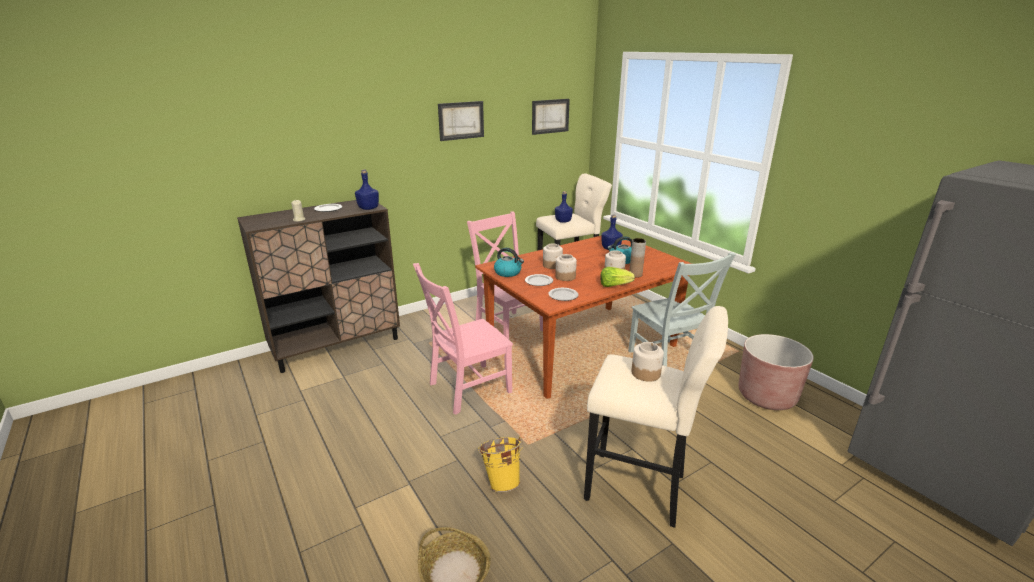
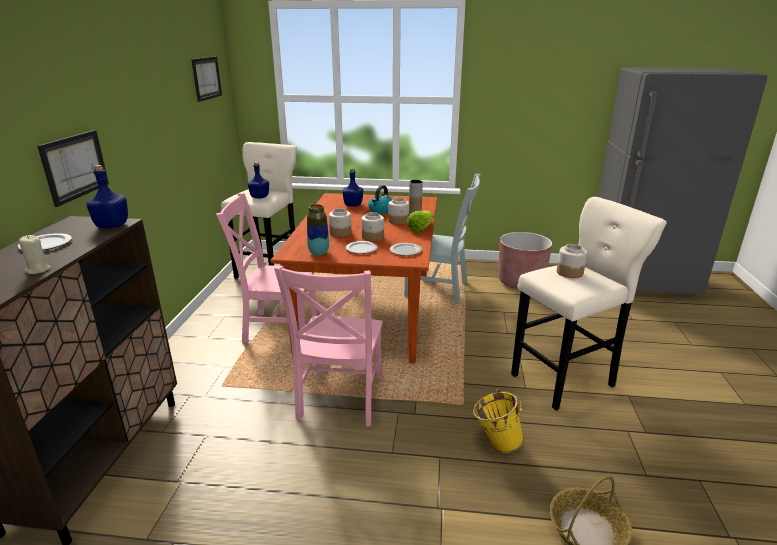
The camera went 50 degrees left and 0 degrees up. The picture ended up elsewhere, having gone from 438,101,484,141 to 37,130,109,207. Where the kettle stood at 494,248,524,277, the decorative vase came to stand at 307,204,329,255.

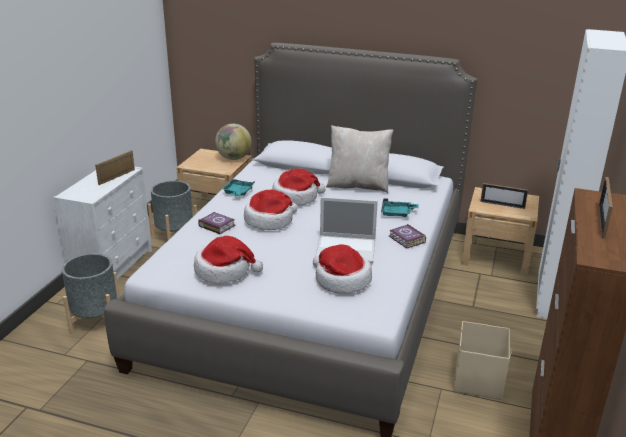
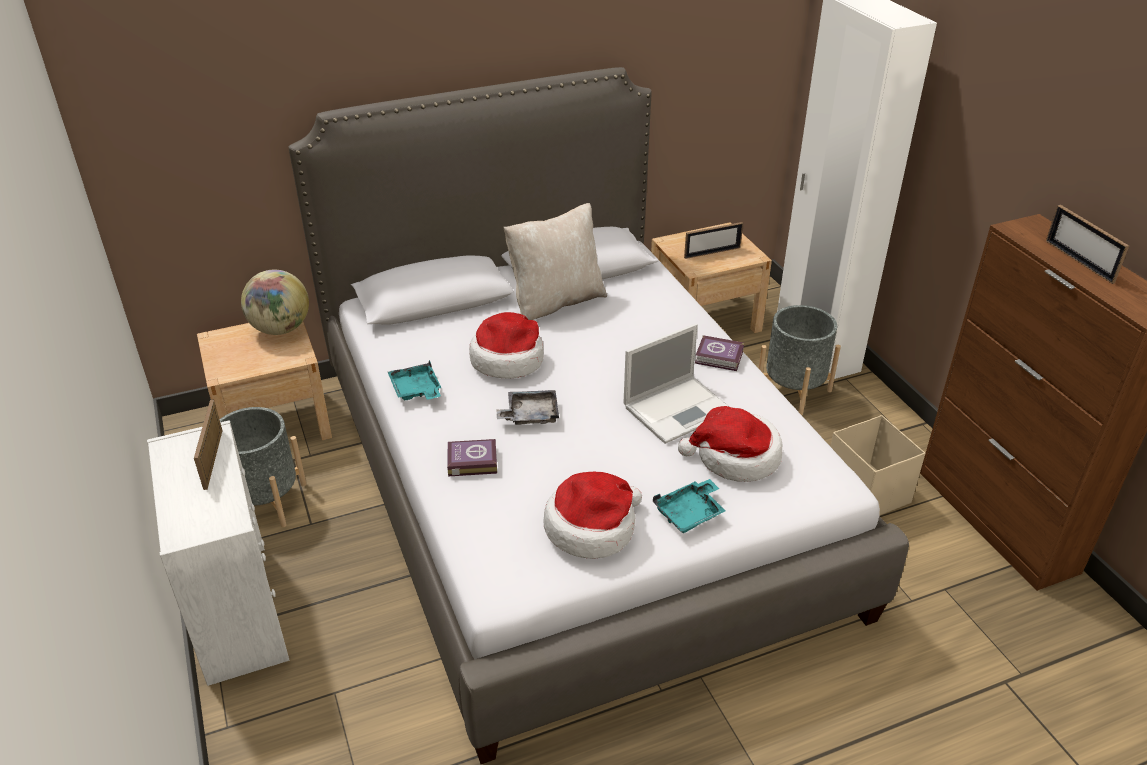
The camera went 40 degrees left and 10 degrees up. Where the hat stood at 244,190,298,230, the tray/grey came to stand at 496,390,559,425. The tray/blue-green ended up elsewhere, having gone from 381,198,419,217 to 653,479,726,533. The planter/grey ended up elsewhere, having gone from 62,253,120,334 to 758,305,841,415.

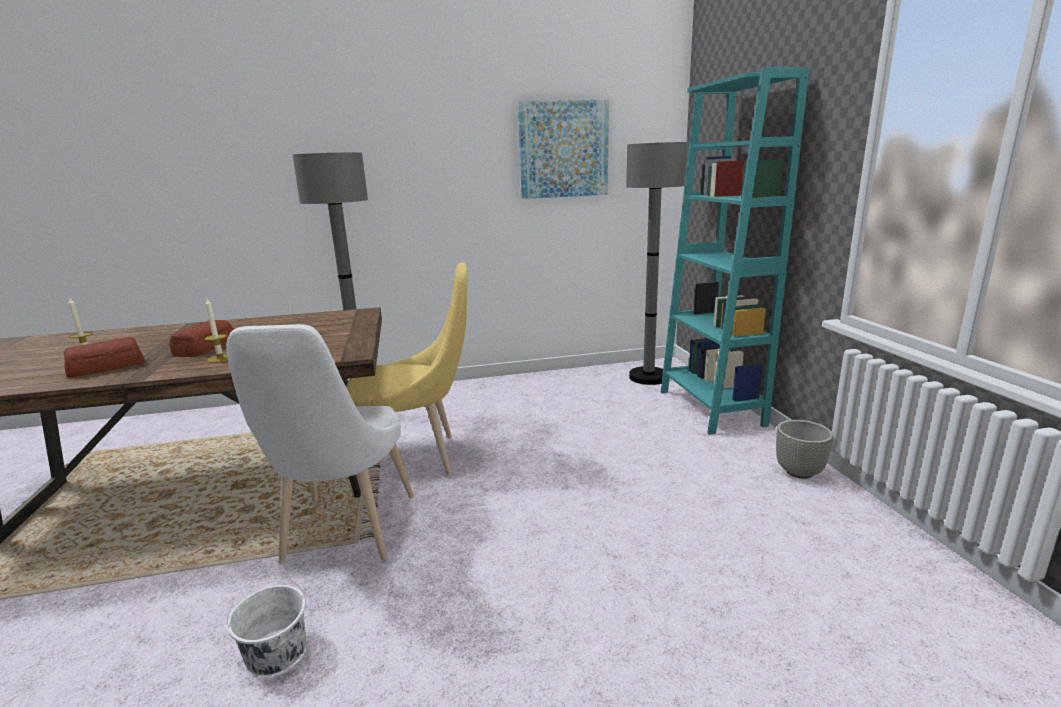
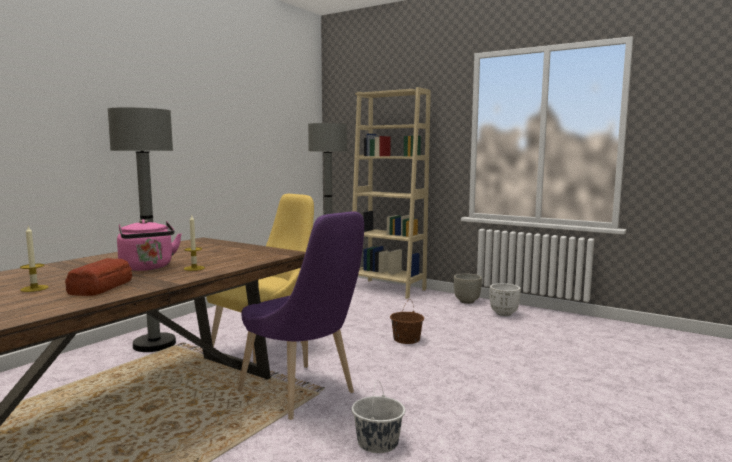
The camera went 45 degrees left and 10 degrees down. Where the baked bread stood at 169,320,234,357, the kettle/pinkish came to stand at 117,219,182,271. What was the plain chair/whitish at 226,324,414,564 turned into the plain chair/purplish at 238,211,364,420. What was the shelving unit/blue-green at 661,67,809,435 turned into the shelving unit/sand-coloured at 352,87,431,299. The second view gained the pail/brown-coloured at 390,299,424,344. The second view gained the planter/whitish at 489,283,521,316. The second view lost the picture at 518,99,609,199.

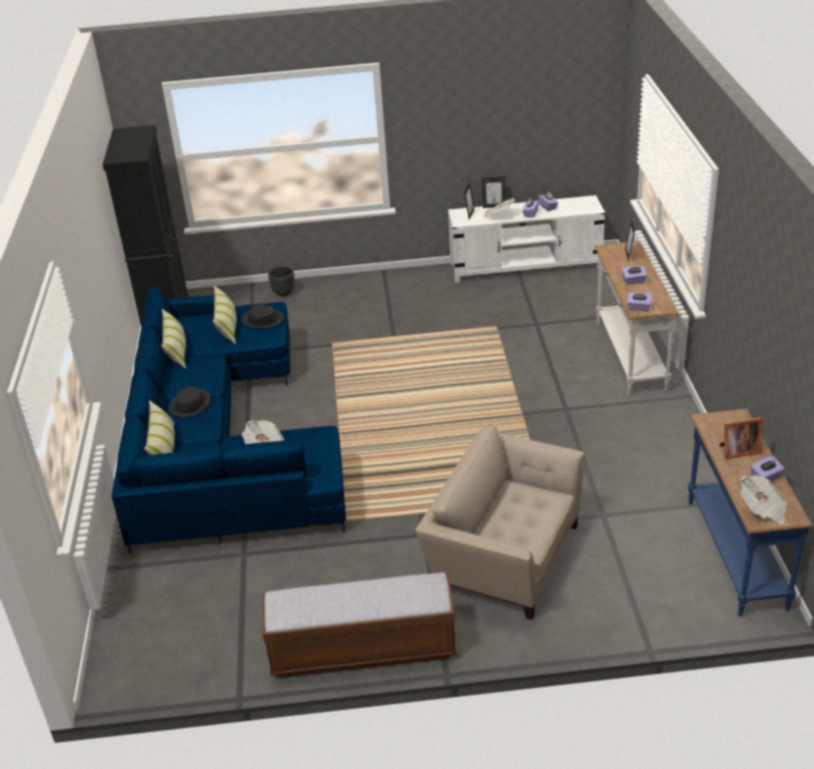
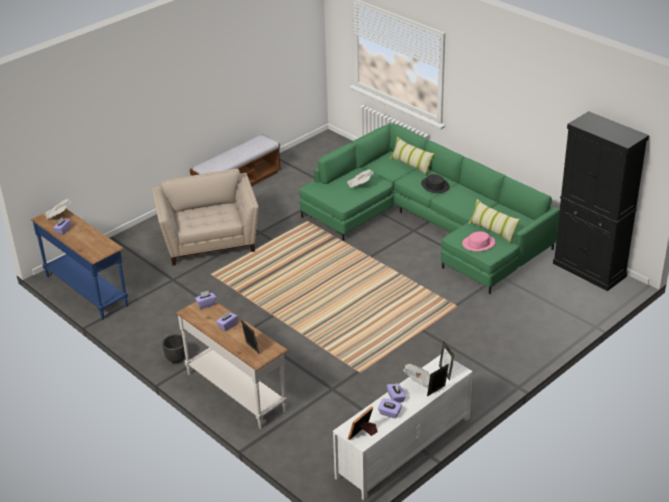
The camera went 140 degrees right and 0 degrees up. The lounge chair/sand-coloured at 415,426,584,620 ended up facing another way, 90 degrees counterclockwise from before. The planter/black ended up elsewhere, having gone from 268,266,295,296 to 162,334,185,363. What was the couch/bluish at 111,287,346,553 turned into the couch/greenish at 299,123,560,294. The standing frame ended up elsewhere, having gone from 720,417,762,459 to 348,406,377,440. What was the hat/black at 241,305,284,329 turned into the hat/pinkish at 462,231,496,251. The second view lost the cushion at 162,309,186,369.

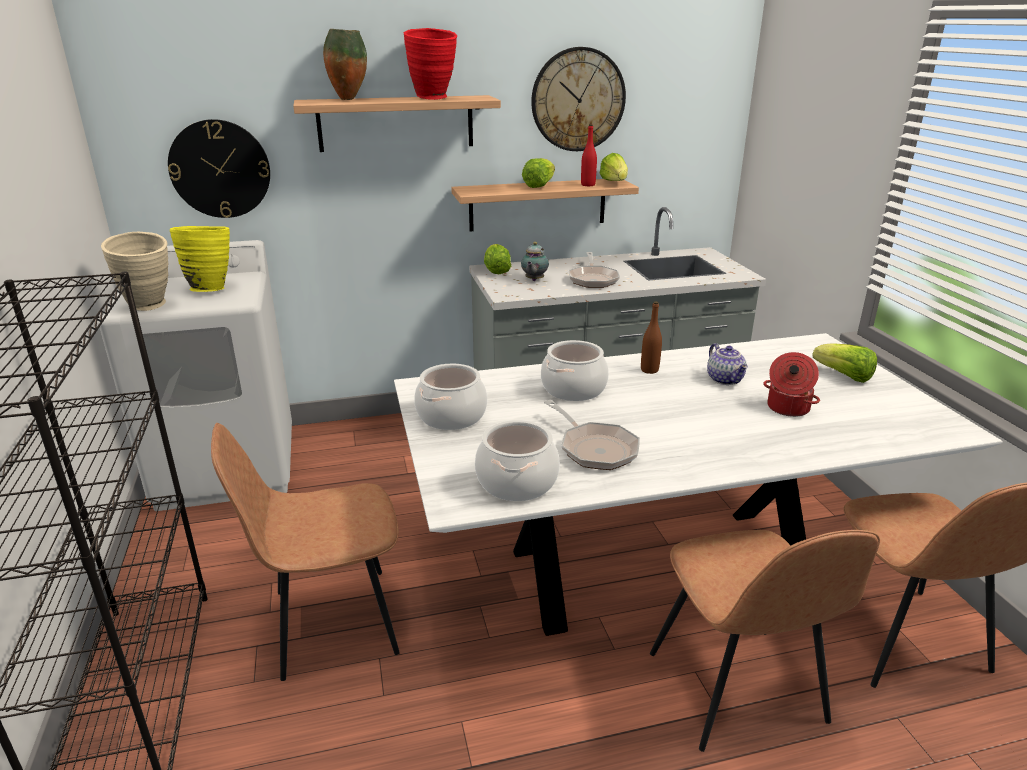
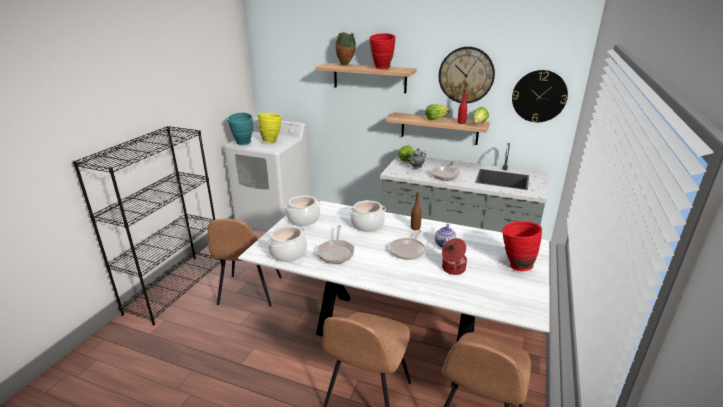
The camera went 35 degrees right and 0 degrees up. The plain chair/brown-coloured at 211,423,400,681 ended up facing another way, 105 degrees counterclockwise from before. What was the decorative vase/sand-coloured at 101,232,169,311 turned into the decorative vase/blue-green at 228,113,253,145. The second view gained the pan at 389,230,425,260. Where the lettuce stood at 812,343,877,383, the decorative vase/red-coloured came to stand at 502,221,542,271. The hanging clock ended up elsewhere, having gone from 168,119,270,218 to 512,70,568,122.

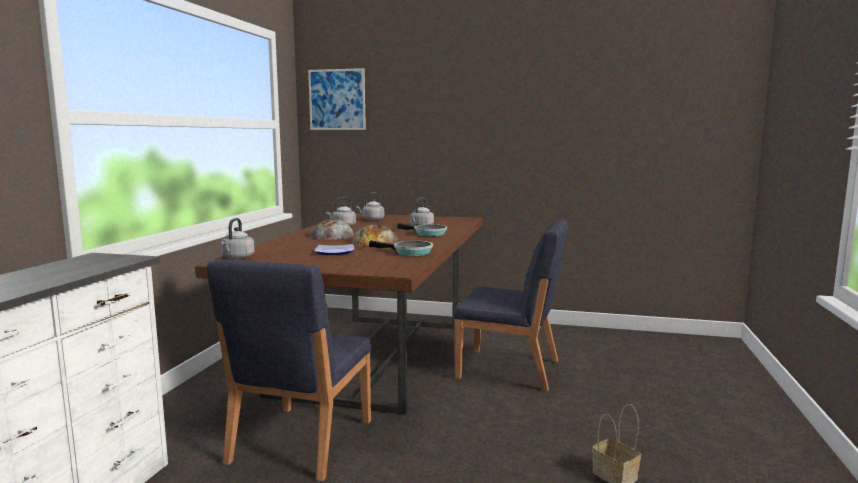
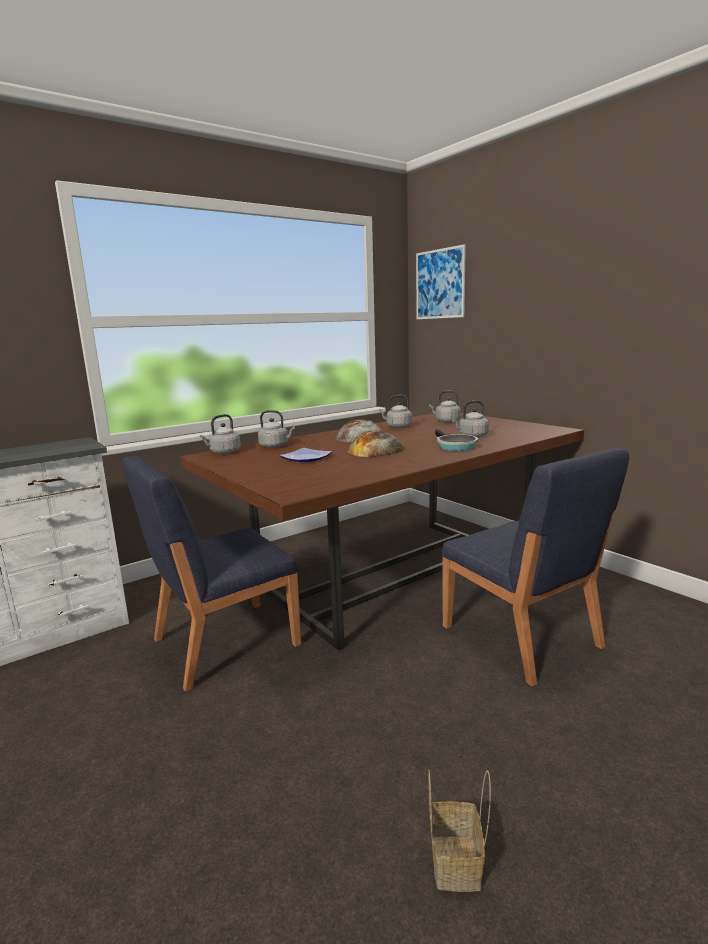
The camera went 40 degrees right and 5 degrees up. The second view gained the kettle/grey at 258,410,295,448. The second view lost the pan at 369,240,433,256.

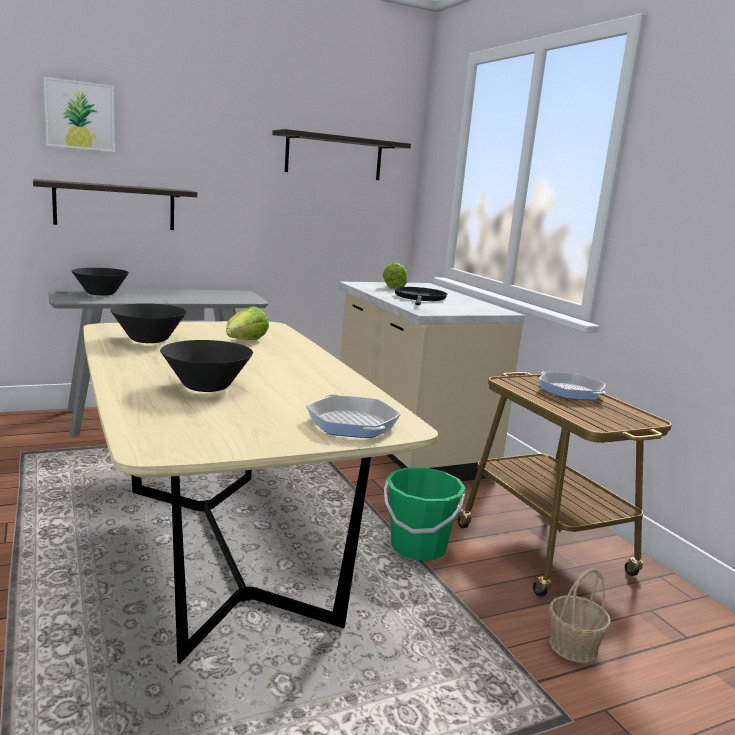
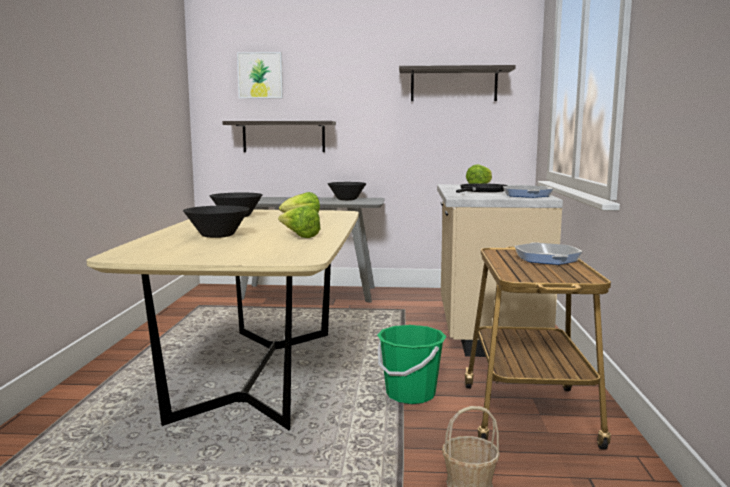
The camera went 30 degrees right and 5 degrees down. The second view gained the lettuce at 278,206,321,238. The serving bowl/black ended up elsewhere, having gone from 72,268,129,296 to 328,182,367,200. The pan ended up elsewhere, having gone from 306,394,401,438 to 503,185,553,198.

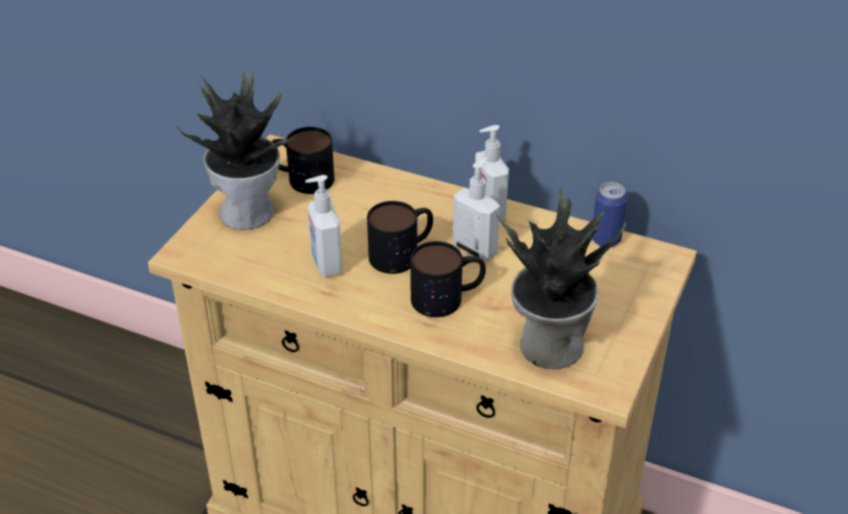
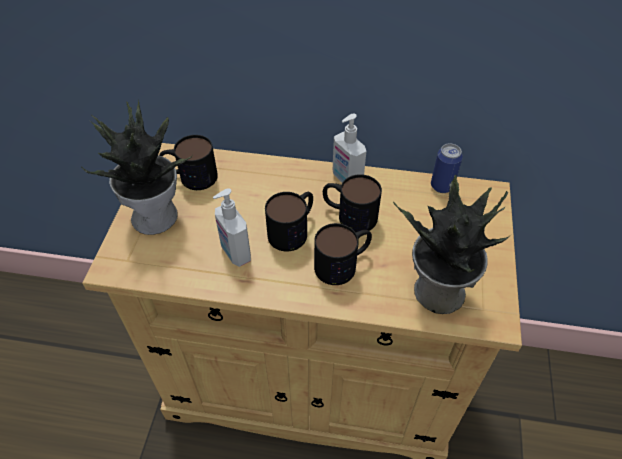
The camera went 15 degrees left and 10 degrees up. Where the liquid soap bottle stood at 453,157,500,261, the coffee mug came to stand at 323,174,382,232.

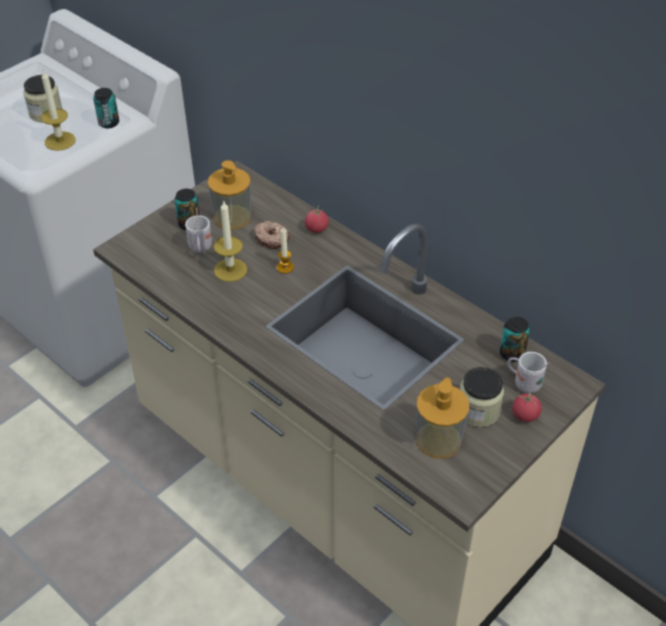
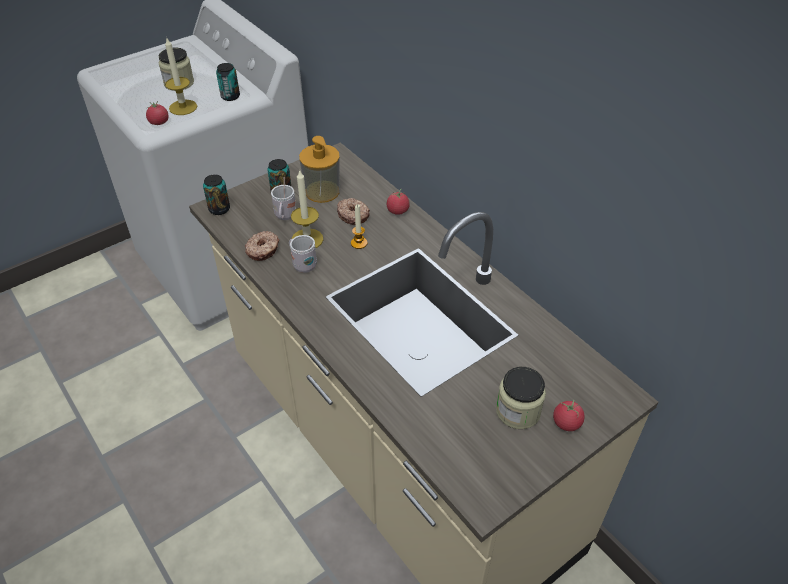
The camera went 10 degrees right and 0 degrees up. The second view gained the tomato at 146,101,169,125. The metal can ended up elsewhere, having gone from 500,317,530,362 to 203,175,230,215. The second view gained the ring doughnut at 245,231,279,261. The coffee mug/whitish ended up elsewhere, having gone from 507,352,550,393 to 289,235,317,273. The second view lost the liquid soap bottle at 416,378,469,459.

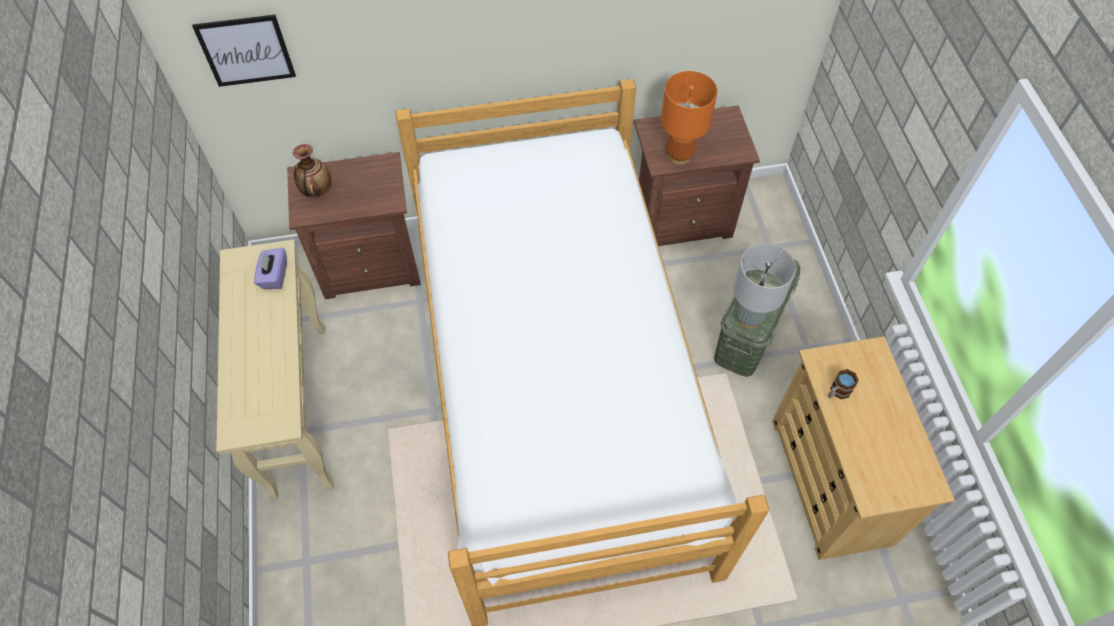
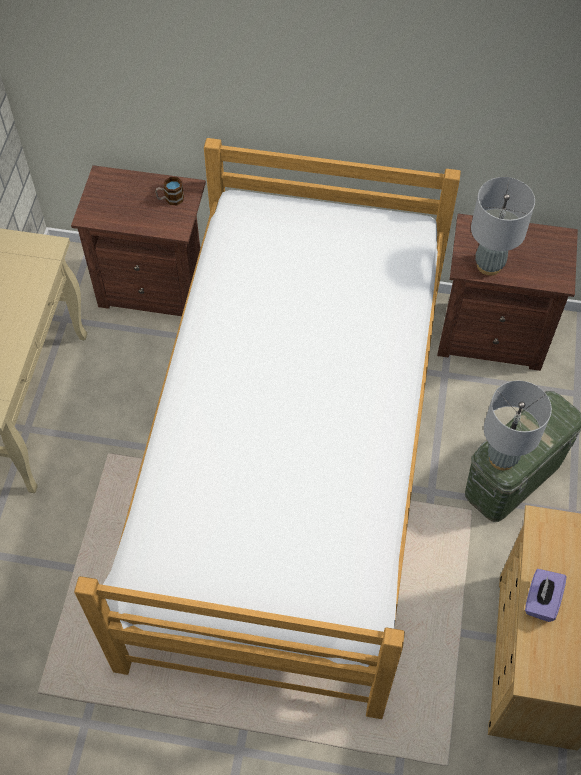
The camera went 20 degrees right and 0 degrees up. The coffee mug ended up elsewhere, having gone from 828,369,859,399 to 155,177,184,205. What was the table lamp/orangey at 661,71,717,165 turned into the table lamp/grey at 471,177,535,275. The tissue box/purplish ended up elsewhere, having gone from 254,248,287,289 to 525,569,566,622. The second view lost the picture at 192,15,296,87. The second view lost the decorative vase at 293,144,332,198.

